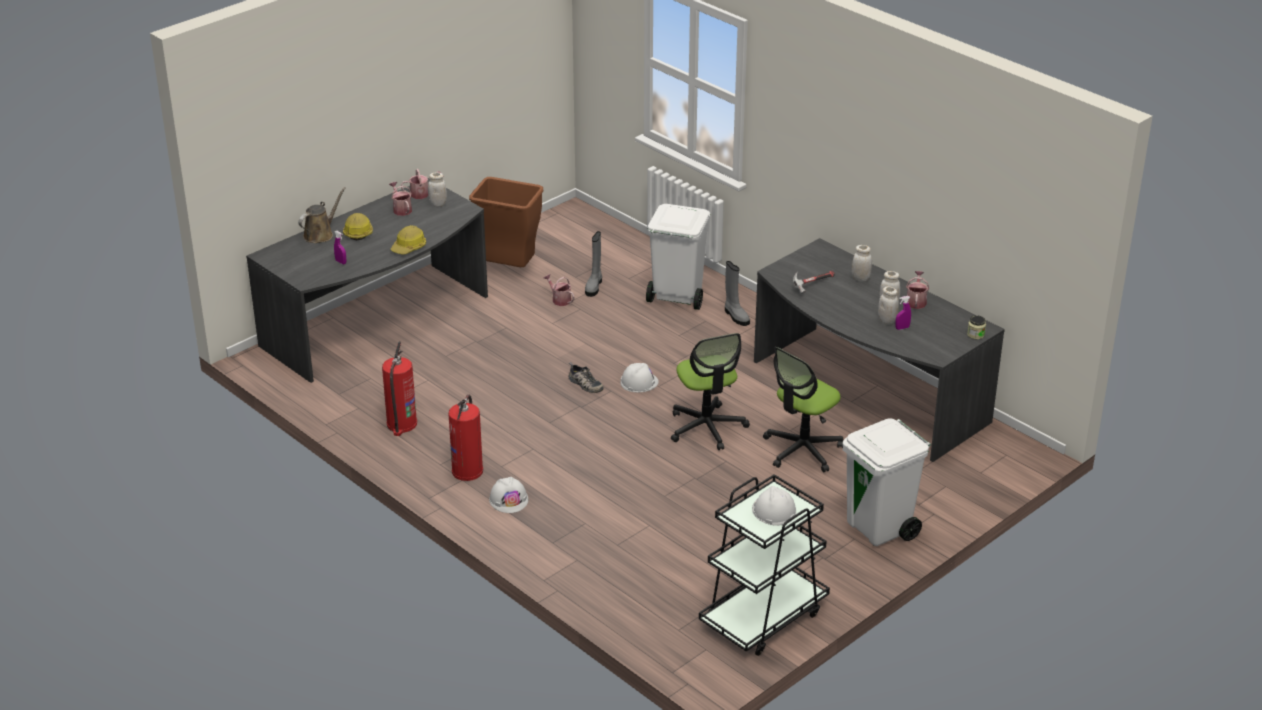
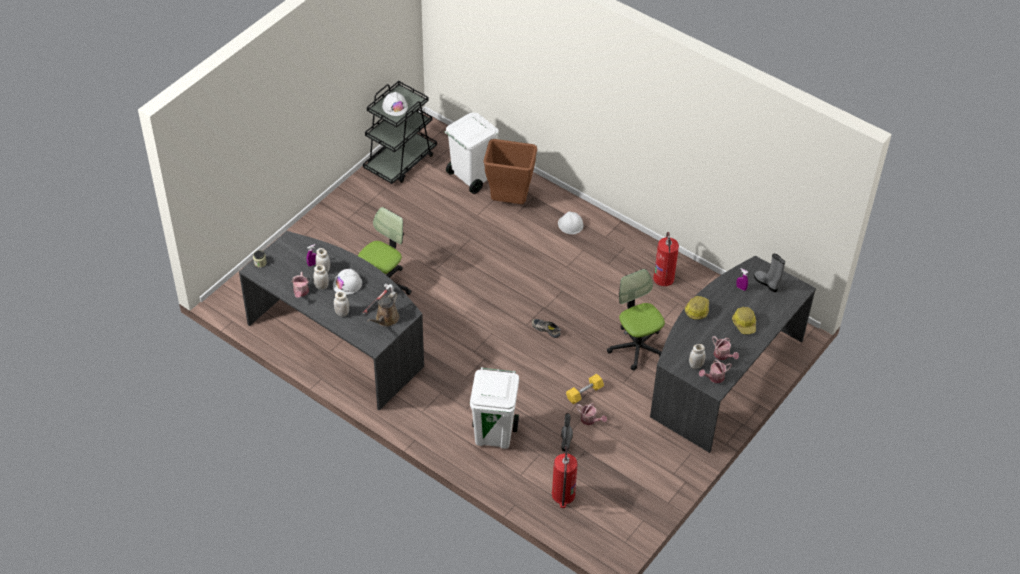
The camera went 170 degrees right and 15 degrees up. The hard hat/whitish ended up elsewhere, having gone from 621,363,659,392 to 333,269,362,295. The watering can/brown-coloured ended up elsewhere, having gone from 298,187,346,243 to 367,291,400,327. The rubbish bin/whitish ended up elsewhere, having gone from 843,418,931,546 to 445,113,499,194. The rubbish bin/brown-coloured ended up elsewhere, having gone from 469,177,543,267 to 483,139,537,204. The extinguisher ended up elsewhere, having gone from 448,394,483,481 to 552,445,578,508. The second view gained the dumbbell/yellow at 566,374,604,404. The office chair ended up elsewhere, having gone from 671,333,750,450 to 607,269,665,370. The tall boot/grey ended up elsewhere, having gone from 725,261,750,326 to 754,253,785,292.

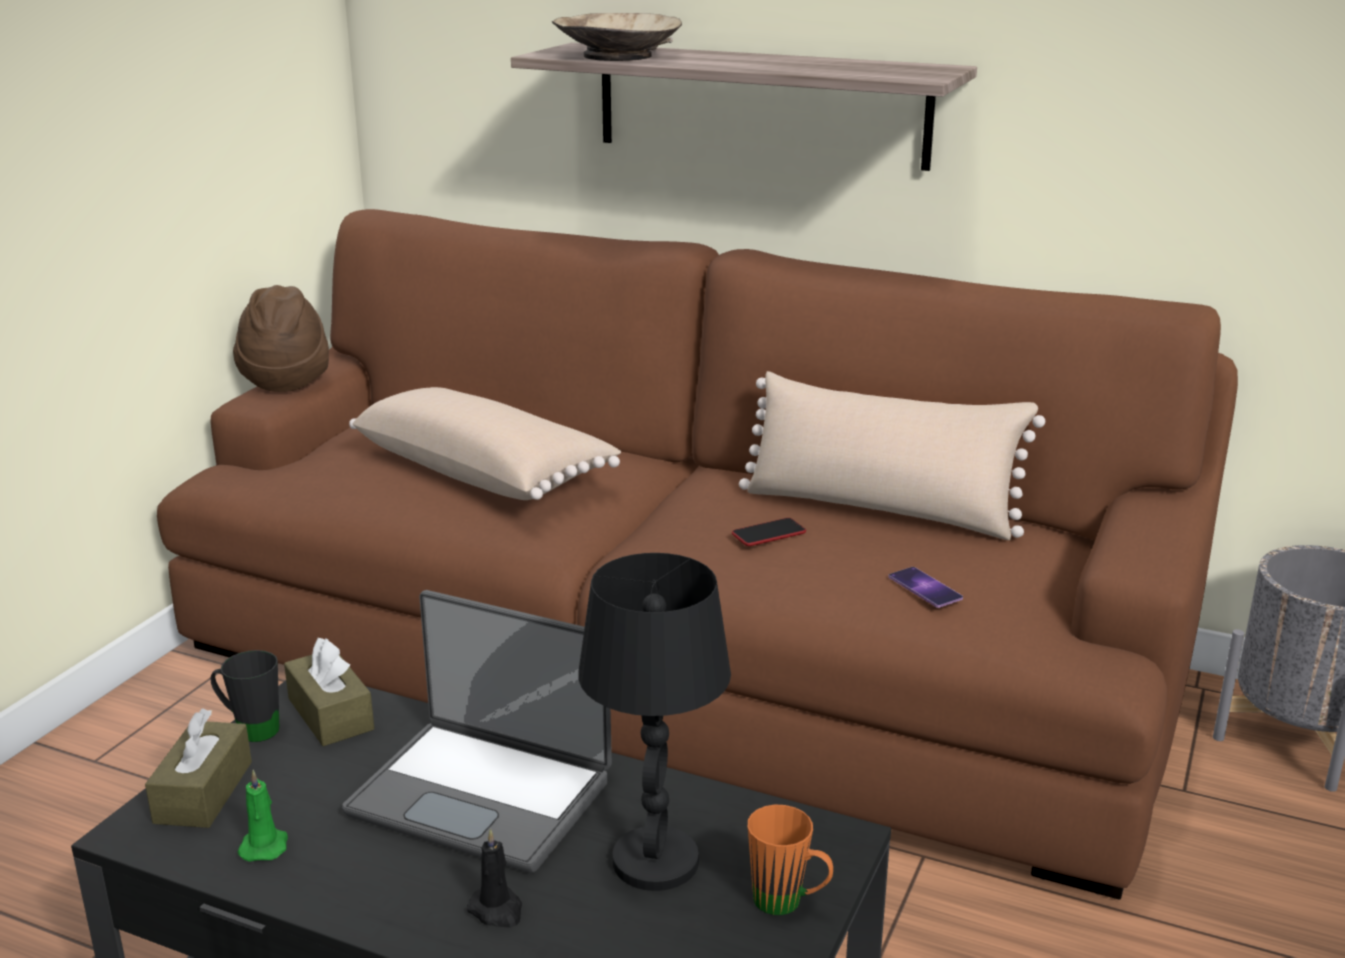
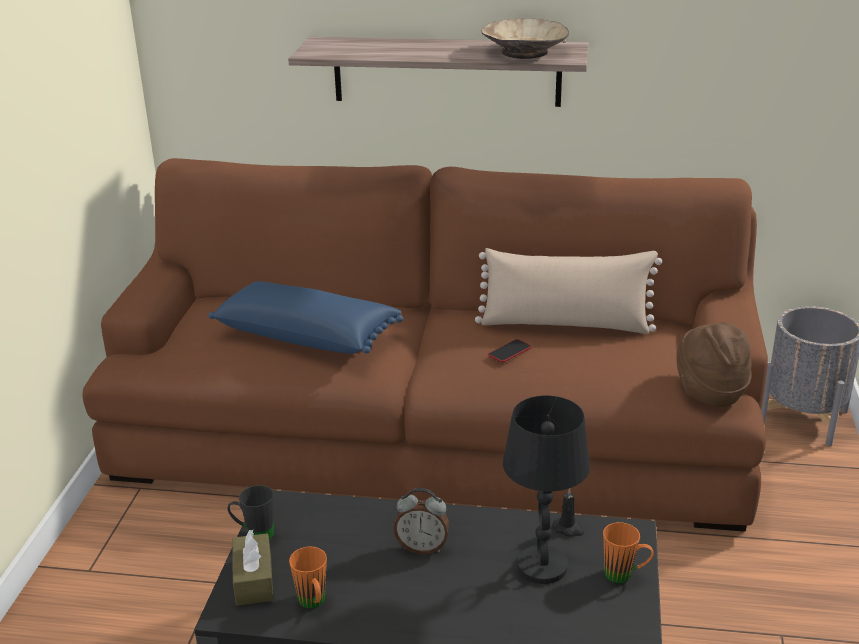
The camera went 15 degrees left and 5 degrees up. What was the cushion/sand-coloured at 349,387,621,500 turned into the cushion/bluish at 209,281,403,354. Where the candle/greenish stood at 238,770,288,862, the coffee mug/orangey came to stand at 289,547,327,609. Where the notebook computer stood at 342,590,612,873, the table clock came to stand at 394,488,450,554. The serving bowl/sand-coloured ended up elsewhere, having gone from 552,13,682,61 to 481,18,569,59. The candle/black ended up elsewhere, having gone from 467,828,522,928 to 552,488,584,537. The hat/brown-coloured ended up elsewhere, having gone from 233,285,329,392 to 677,322,752,407. The second view lost the tissue box/brown-coloured at 284,638,374,746. The second view lost the telephone at 889,567,963,608.

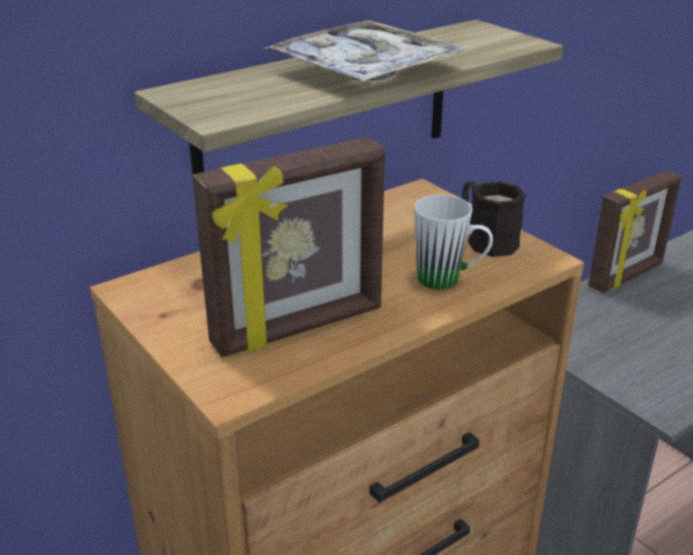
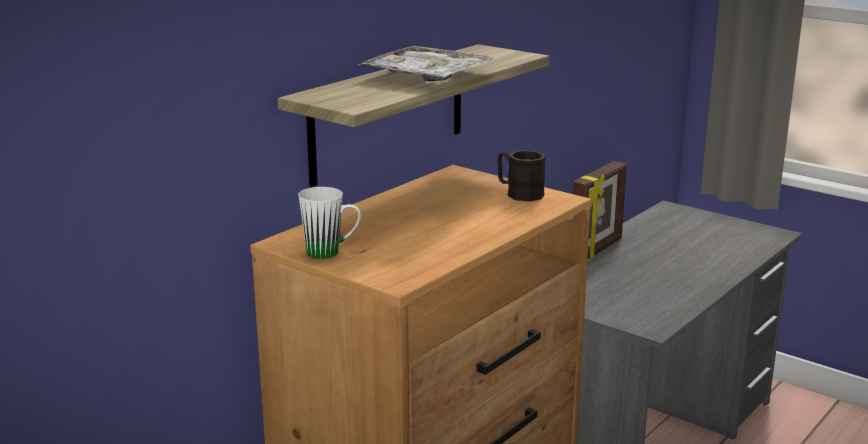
The camera went 15 degrees left and 10 degrees down. The coffee mug/whitish ended up elsewhere, having gone from 414,195,493,289 to 299,187,361,259. The second view lost the standing frame at 192,137,385,357.

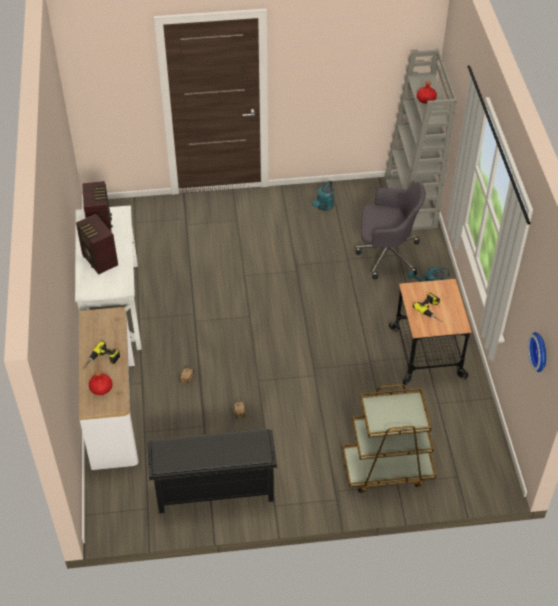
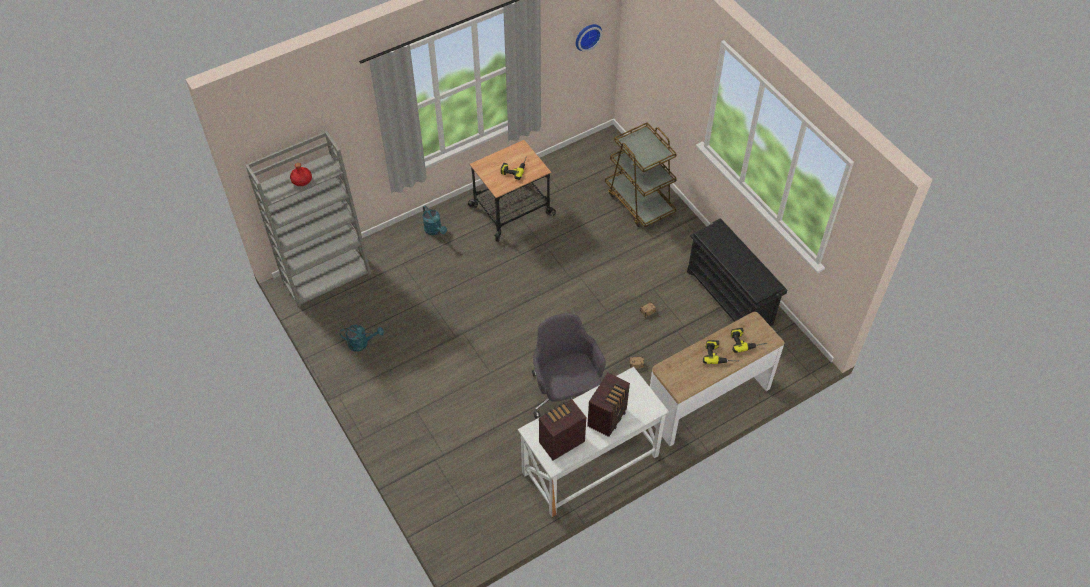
The camera went 115 degrees left and 5 degrees up. The office chair/grey ended up elsewhere, having gone from 355,182,426,279 to 532,313,606,418. Where the beverage bottle/red-coloured stood at 89,370,112,395, the power drill came to stand at 731,328,767,353.

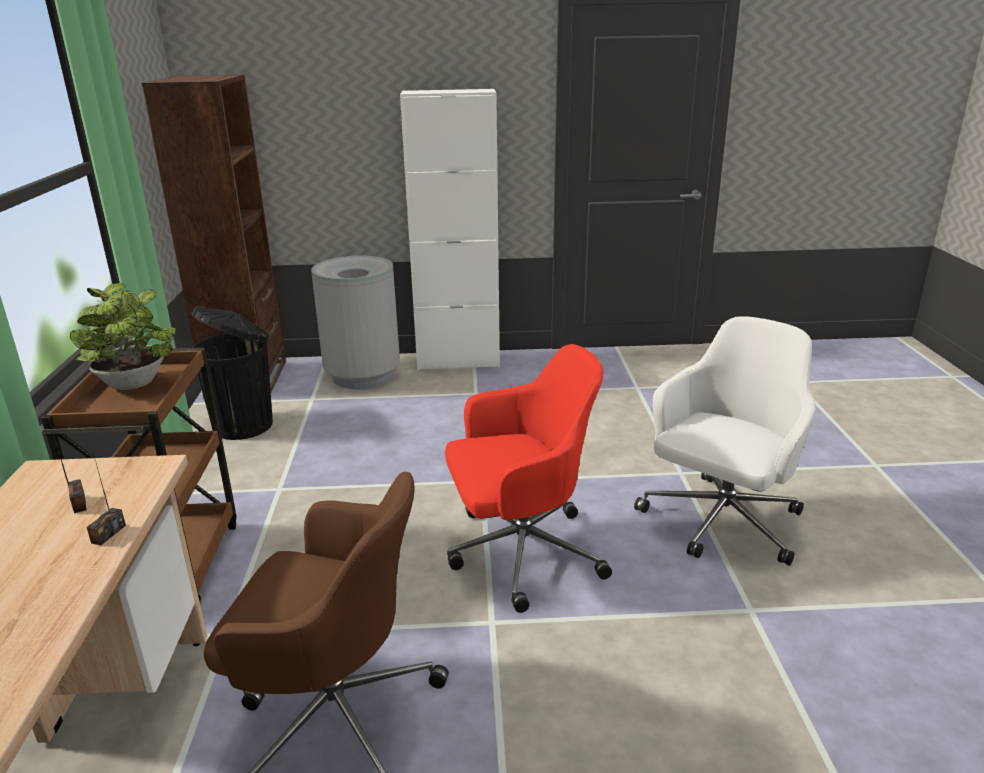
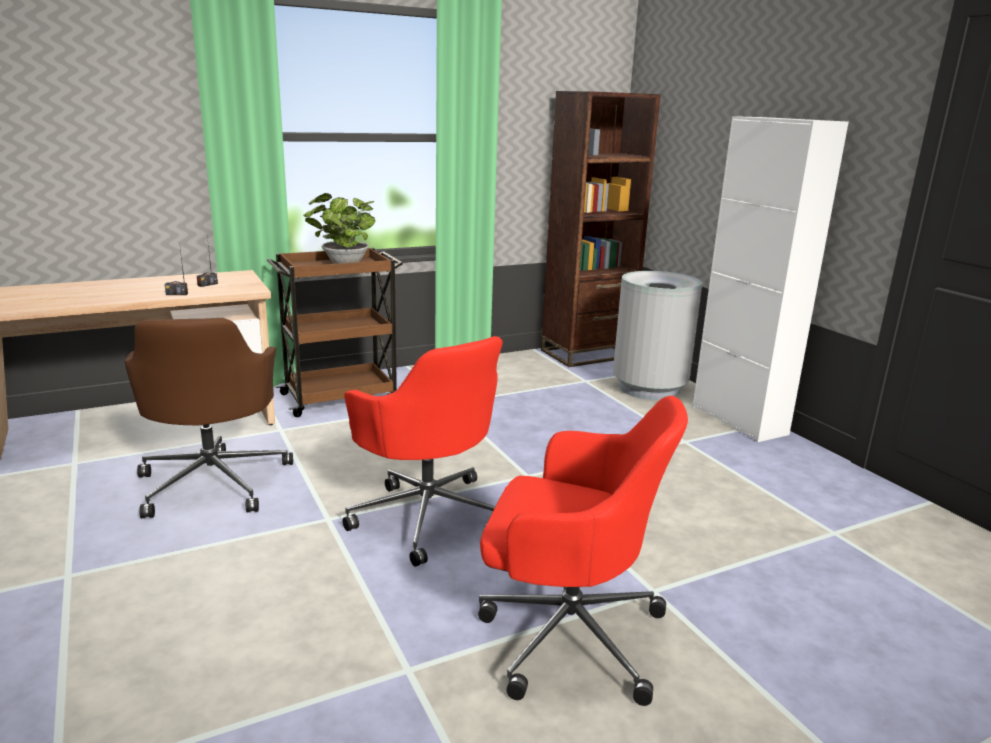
The camera went 65 degrees right and 5 degrees down. What was the office chair/whitish at 634,316,816,566 turned into the office chair/red-coloured at 478,396,688,706. The second view lost the rubbish bin/black at 191,306,273,440.

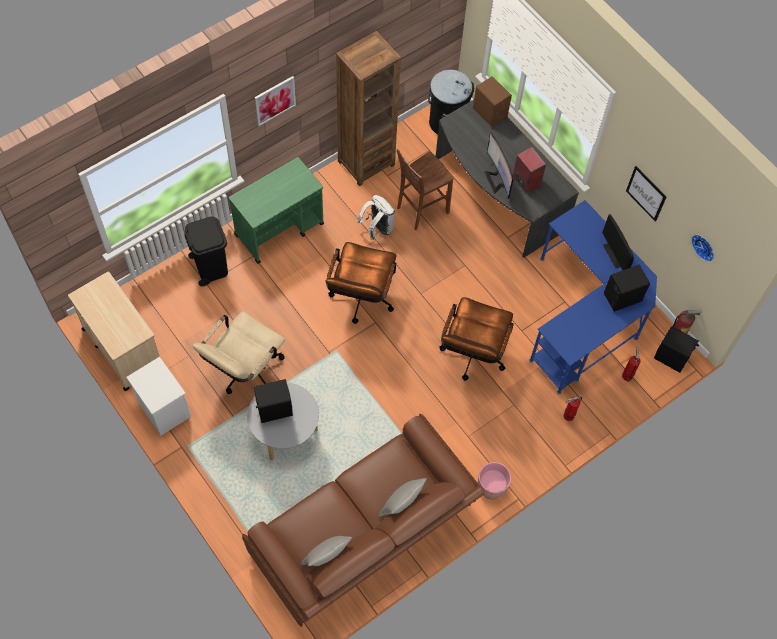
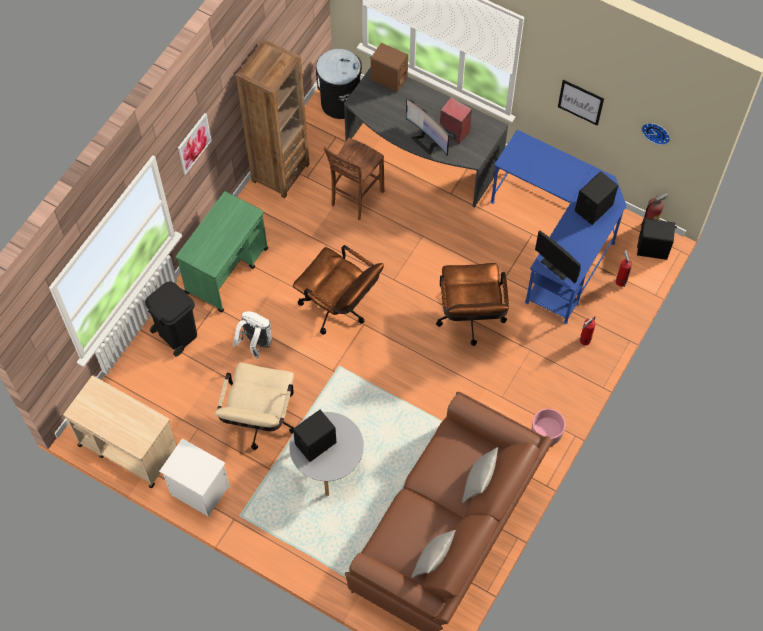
The camera went 20 degrees left and 0 degrees up. The backpack/whitish ended up elsewhere, having gone from 357,195,395,240 to 233,311,272,358. The office chair/brown-coloured at 325,242,396,324 ended up facing another way, 45 degrees counterclockwise from before. The computer screen ended up elsewhere, having gone from 602,214,634,270 to 535,231,581,283.

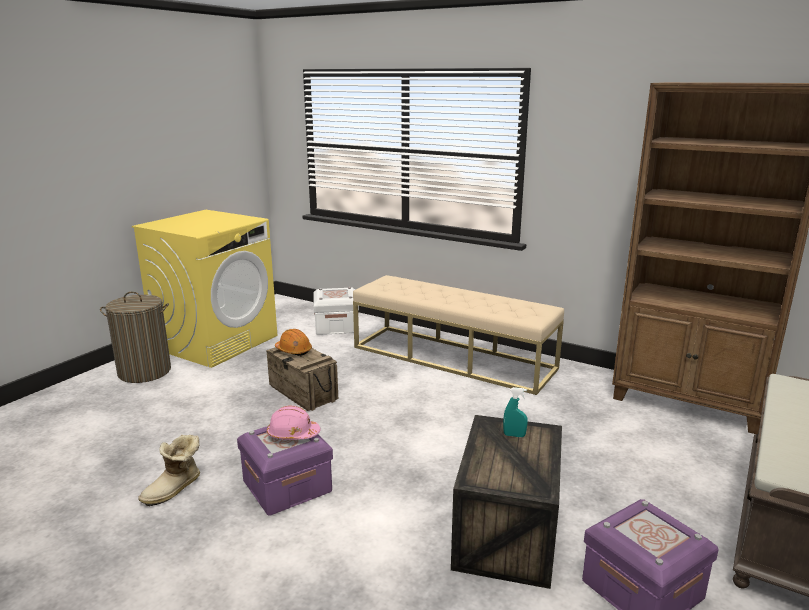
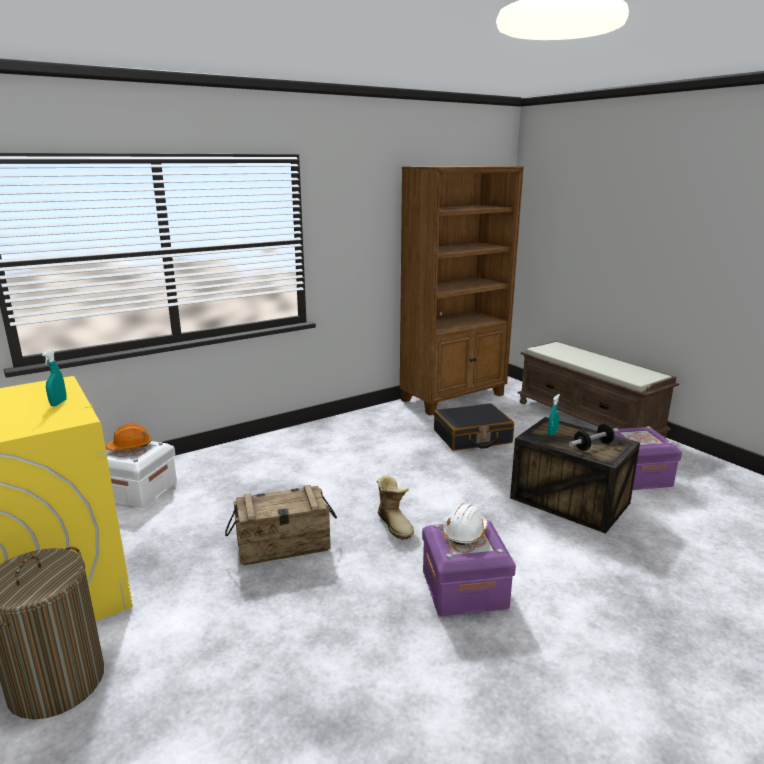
The camera went 65 degrees left and 0 degrees up. The second view gained the spray bottle/blue-green at 42,350,67,406. The hard hat/orangey ended up elsewhere, having gone from 275,329,312,356 to 106,423,152,451. The tall boot ended up elsewhere, having gone from 138,435,200,506 to 377,475,414,540. The second view gained the travel case/black at 434,403,514,450. What was the hard hat/pinkish at 267,405,320,440 turned into the hard hat/whitish at 442,504,488,545. The second view gained the dumbbell at 569,424,619,451. The second view lost the long seat/sand-coloured at 353,275,564,395.

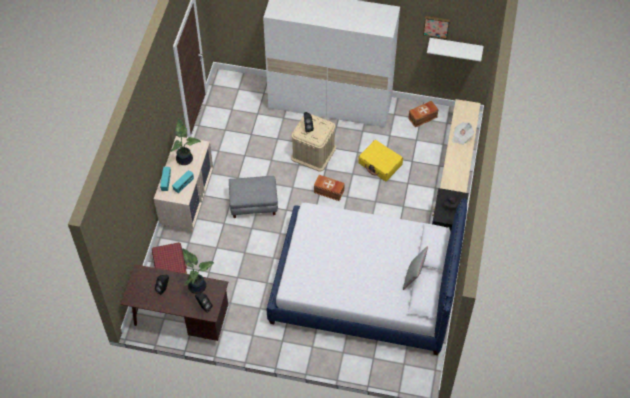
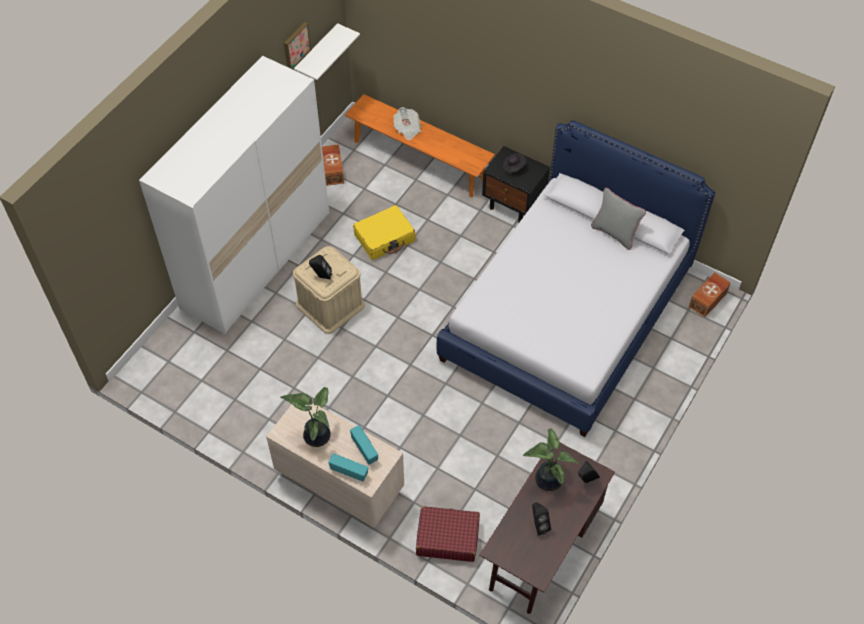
The camera went 70 degrees left and 0 degrees up. What was the long seat/sand-coloured at 440,99,481,193 turned into the long seat/orangey at 345,94,495,197. The storage container/brown-coloured ended up elsewhere, having gone from 314,175,345,201 to 689,272,731,318. The second view lost the pouffe/grey at 229,176,278,218.

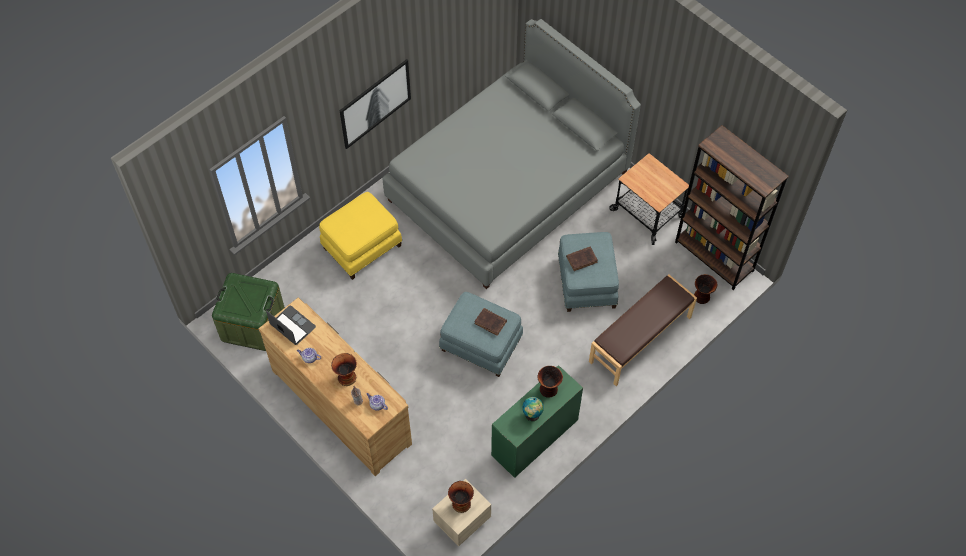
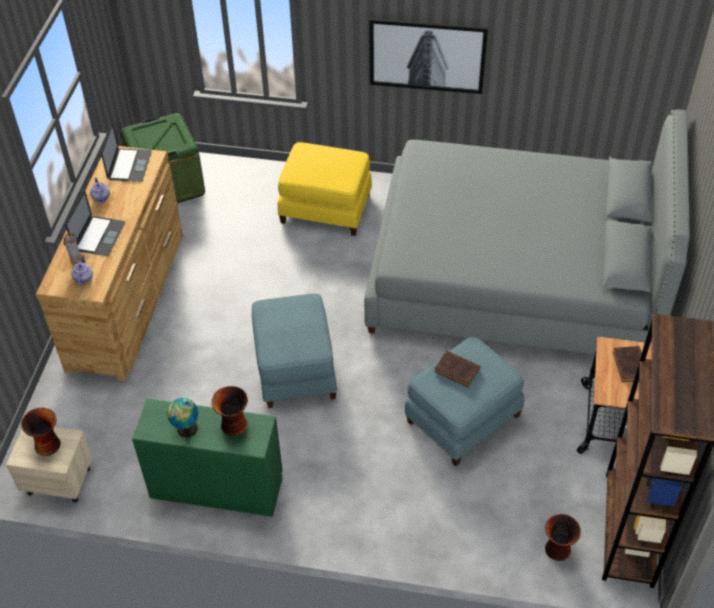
The camera went 55 degrees right and 10 degrees down. Where the decorative vase stood at 331,353,357,386, the notebook computer came to stand at 65,191,125,256. The volume/brown-coloured ended up elsewhere, having gone from 474,308,507,336 to 613,346,642,382. The second view lost the long seat/brown-coloured at 589,274,697,386.

